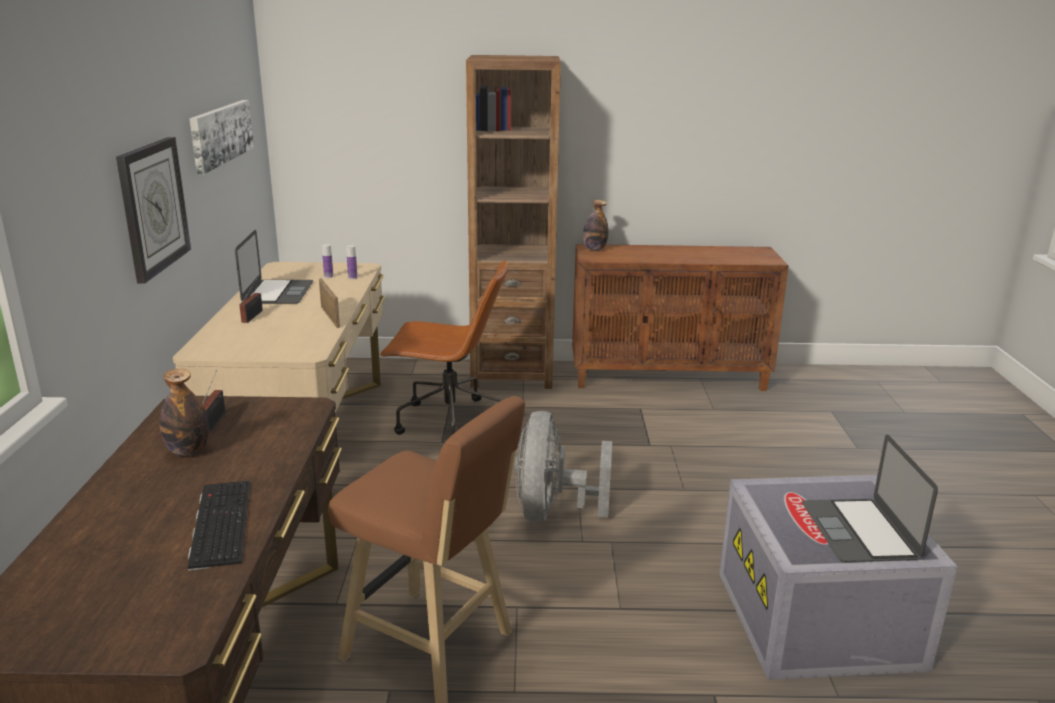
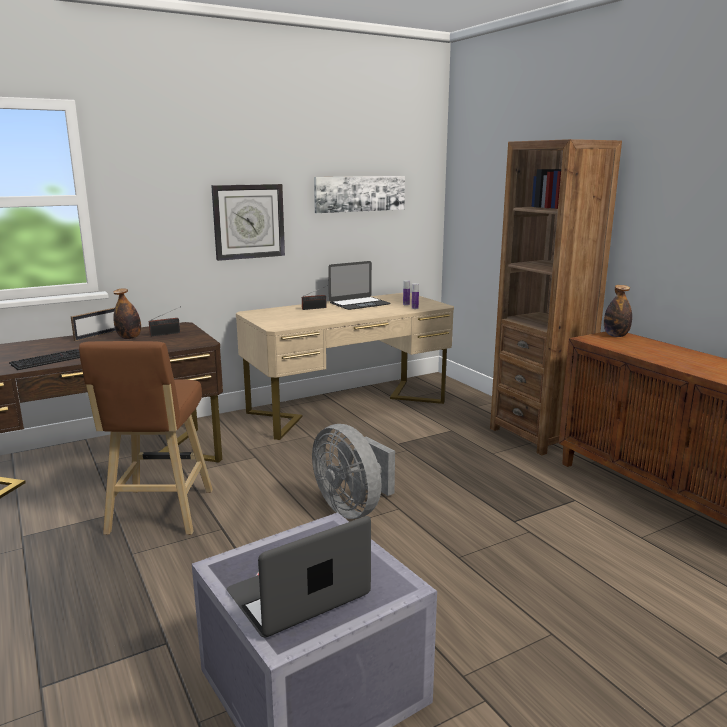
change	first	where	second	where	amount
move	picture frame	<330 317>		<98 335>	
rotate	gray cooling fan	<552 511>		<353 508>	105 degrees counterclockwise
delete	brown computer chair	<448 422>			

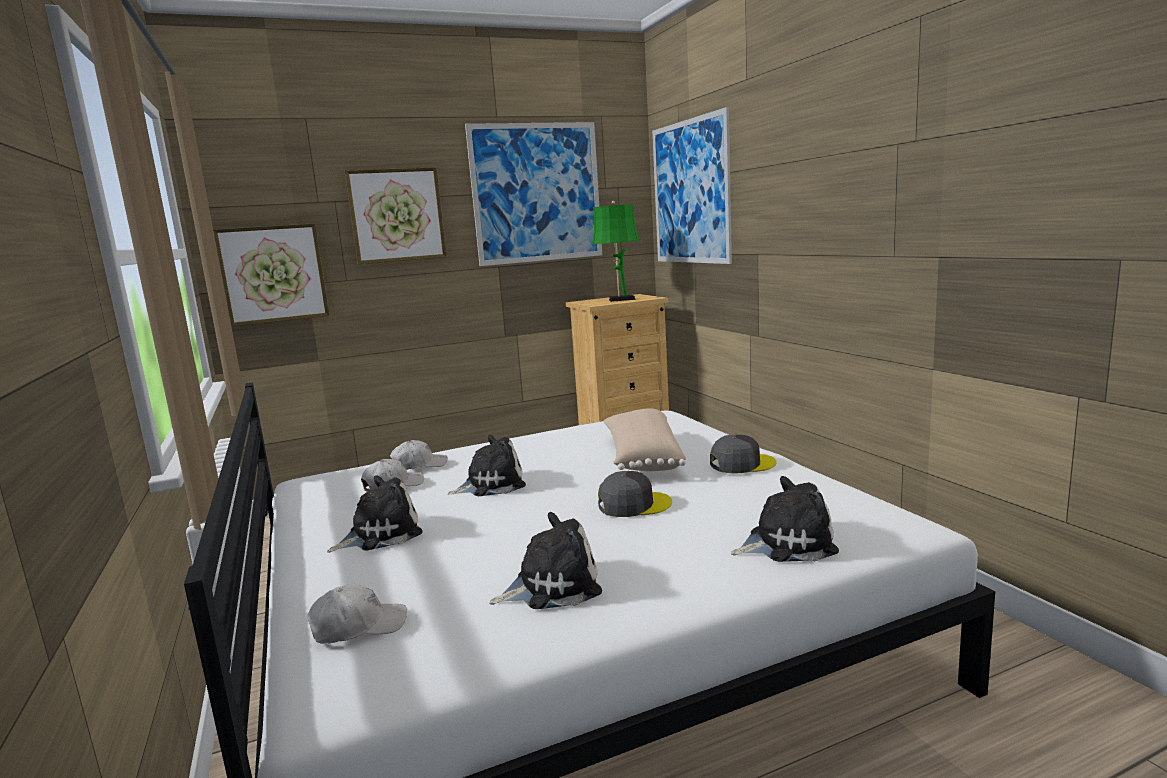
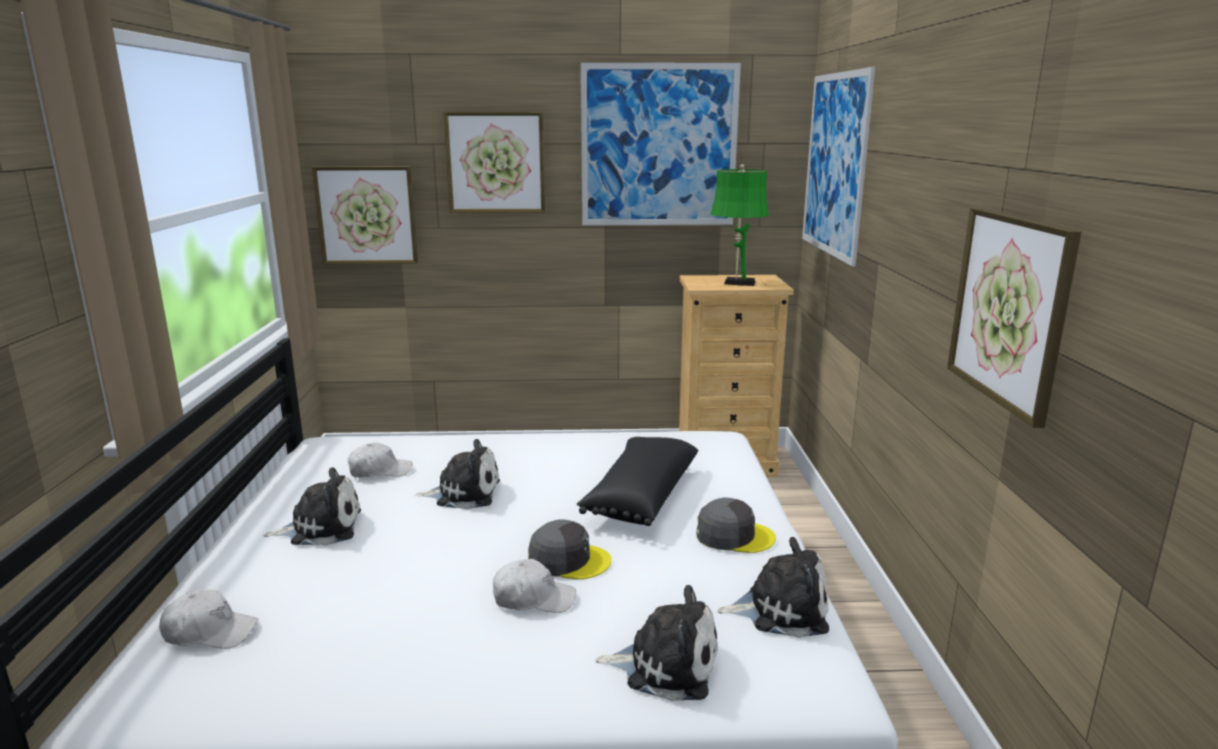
change	first	where	second	where	amount
move	whitish peaked cap	<419 465>		<533 598>	
recolor	sand-coloured pillow	<641 458>	blackish pillow	<640 496>	
move	cuddly toy	<552 586>		<780 610>	
insert			wall picture	<1010 309>	

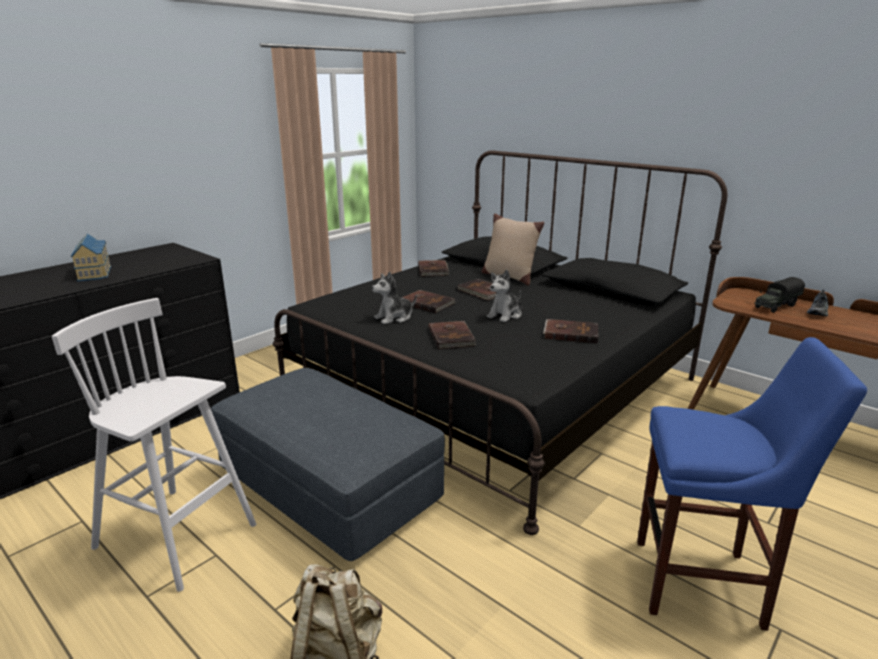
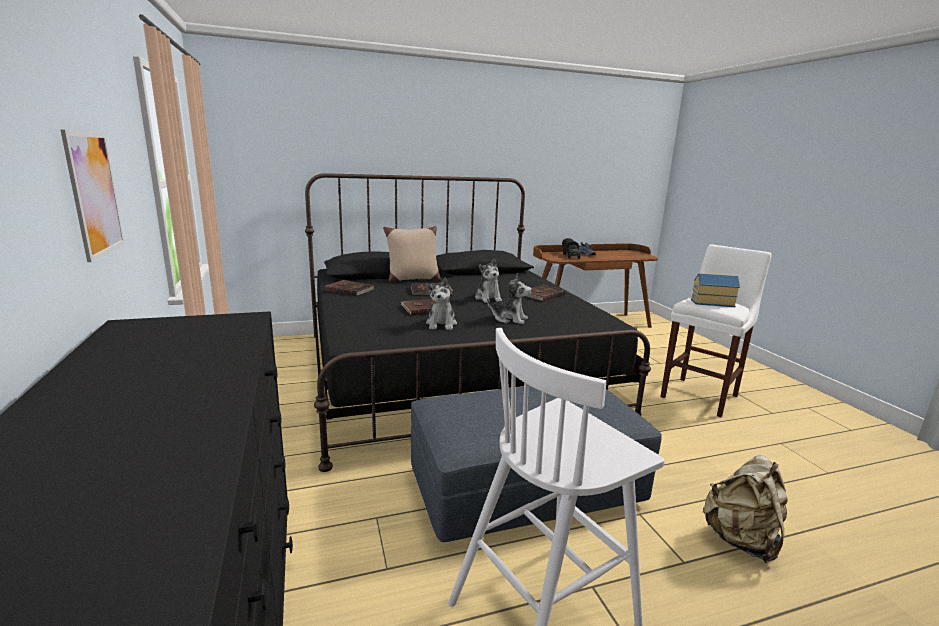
change	first	where	second	where	amount
insert			wall picture	<94 194>	
replace	brown volume	<452 337>	cuddly toy	<509 319>	
recolor	blue sitting stool	<705 584>	whitish sitting stool	<701 395>	
move	miniature house	<96 273>		<711 302>	

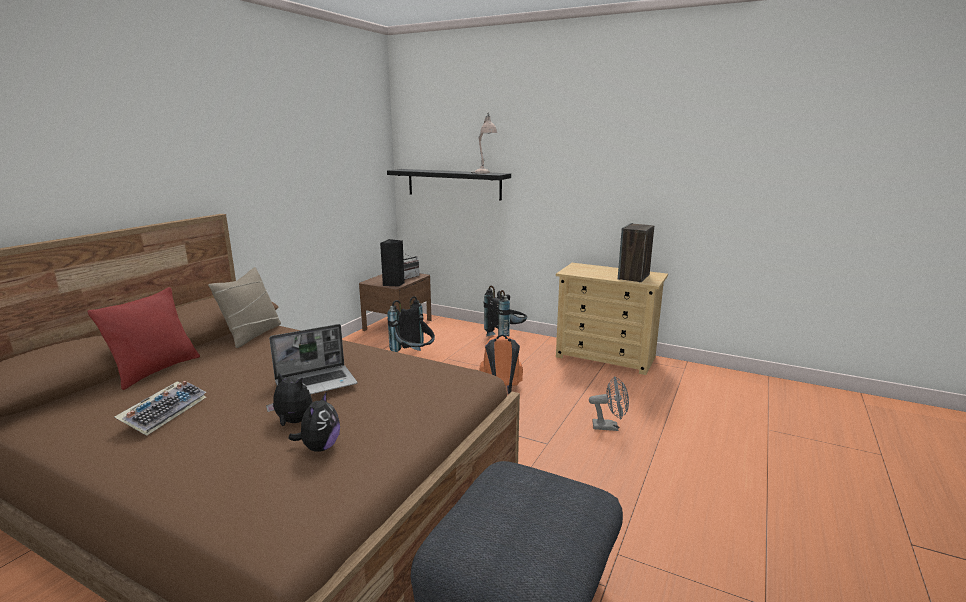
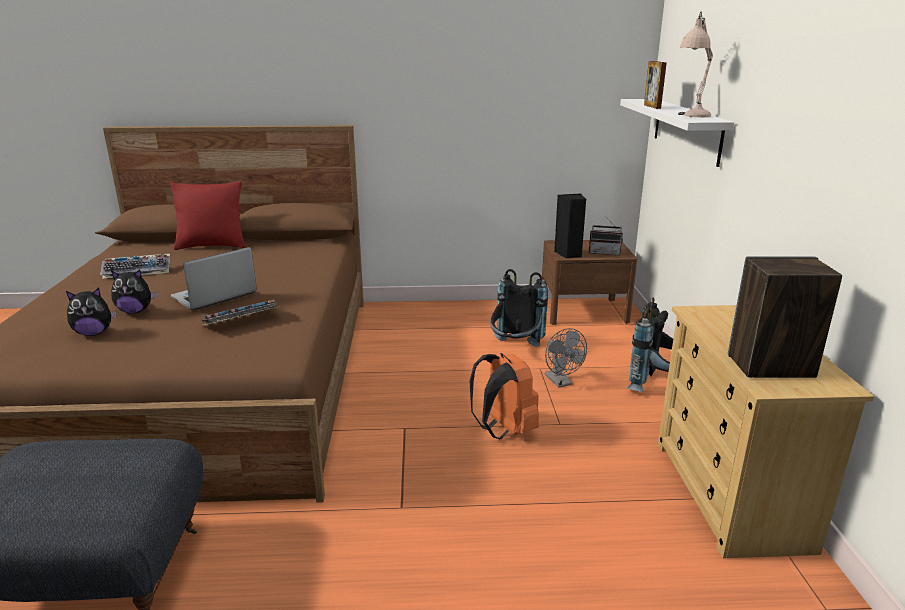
change	first	where	second	where	amount
rotate	cuddly toy	<293 422>		<135 311>	90 degrees clockwise
rotate	notebook computer	<317 383>		<214 296>	105 degrees clockwise
insert			PC keyboard	<242 322>	
move	gray cooling fan	<609 427>		<561 382>	
recolor	blackish shelf	<453 184>	whitish shelf	<686 130>	
insert			picture frame	<652 106>	
delete	sand-coloured pillow	<252 334>			

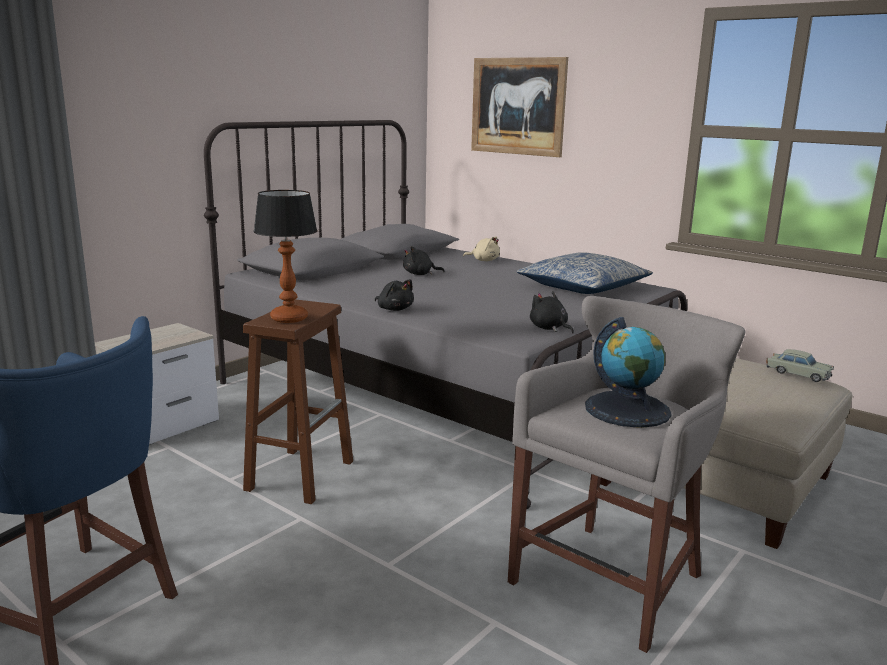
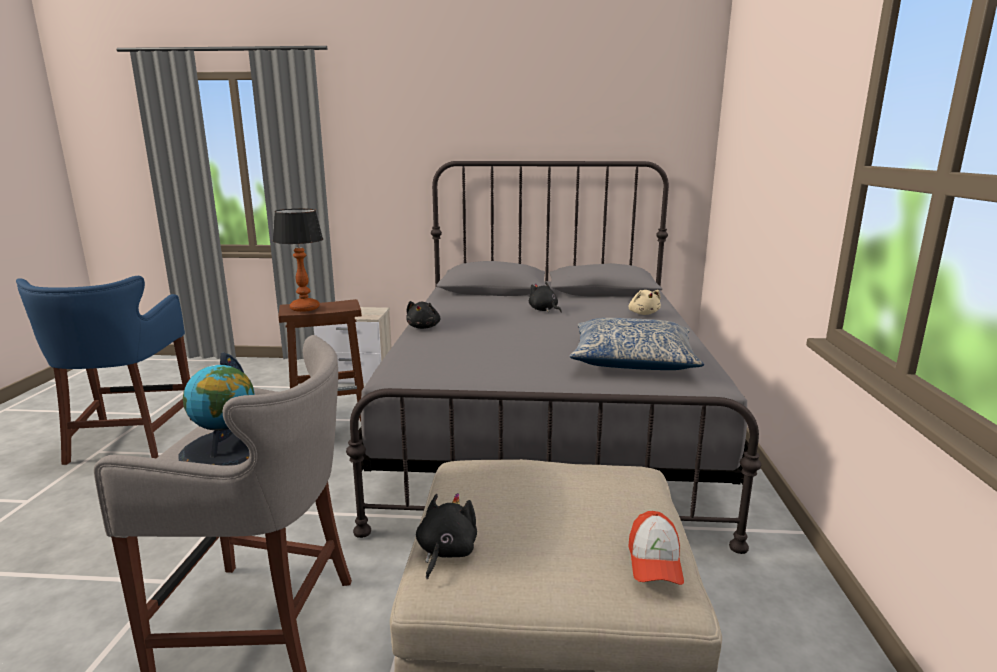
change	first	where	second	where	amount
move	blackish cuddly toy	<549 328>		<445 552>	
replace	sand-coloured miniature car	<798 374>	peaked cap	<654 561>	
delete	wall picture	<518 106>			

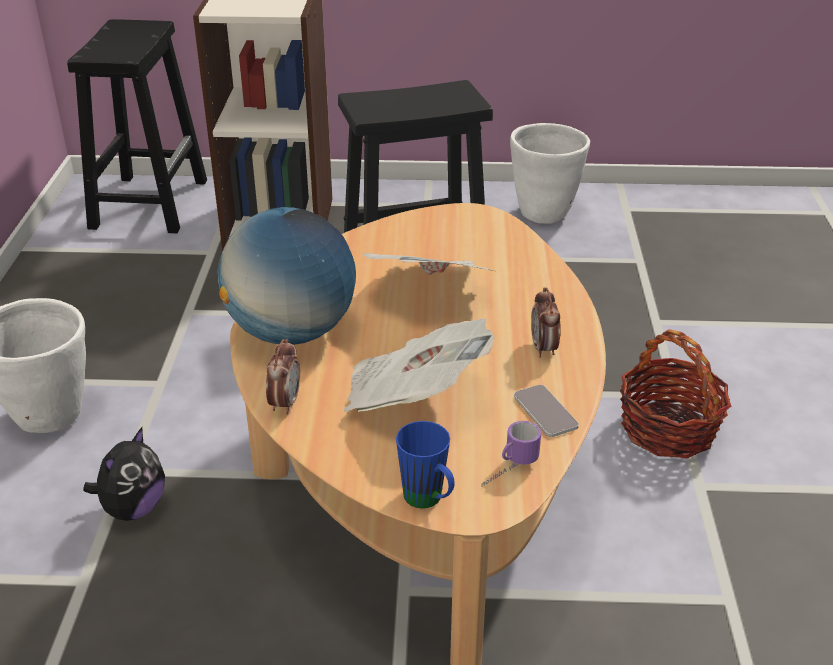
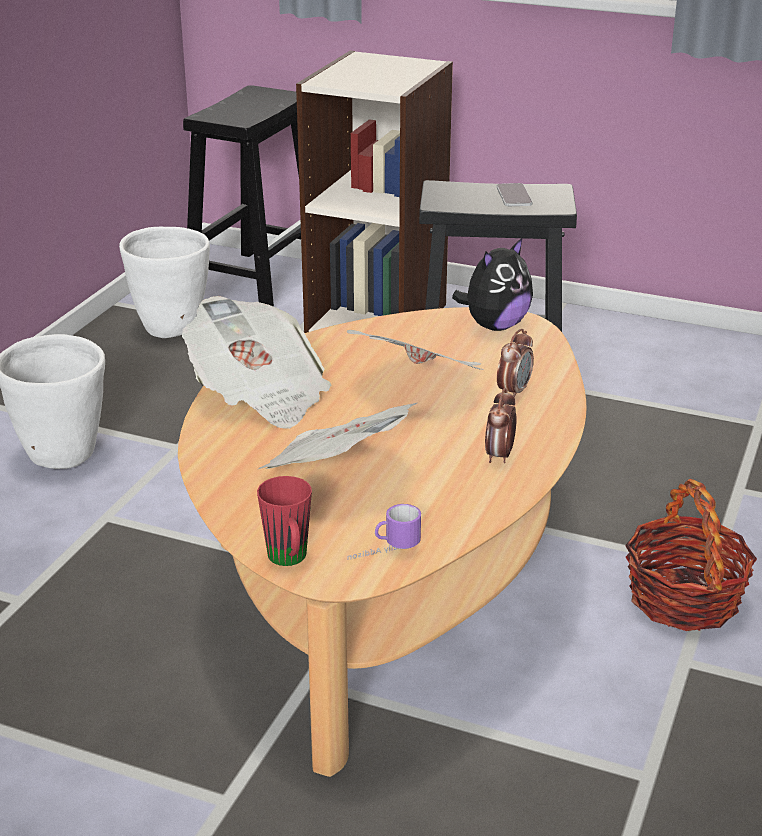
change	first	where	second	where	amount
move	whitish planter	<544 213>		<172 328>	
replace	desk globe	<291 332>	daily paper	<259 395>	
recolor	blue coffee mug	<429 501>	reddish coffee mug	<289 561>	
move	cuddly toy	<133 508>		<495 326>	
move	phone	<545 412>		<514 196>	
move	alarm clock	<285 403>		<513 391>	

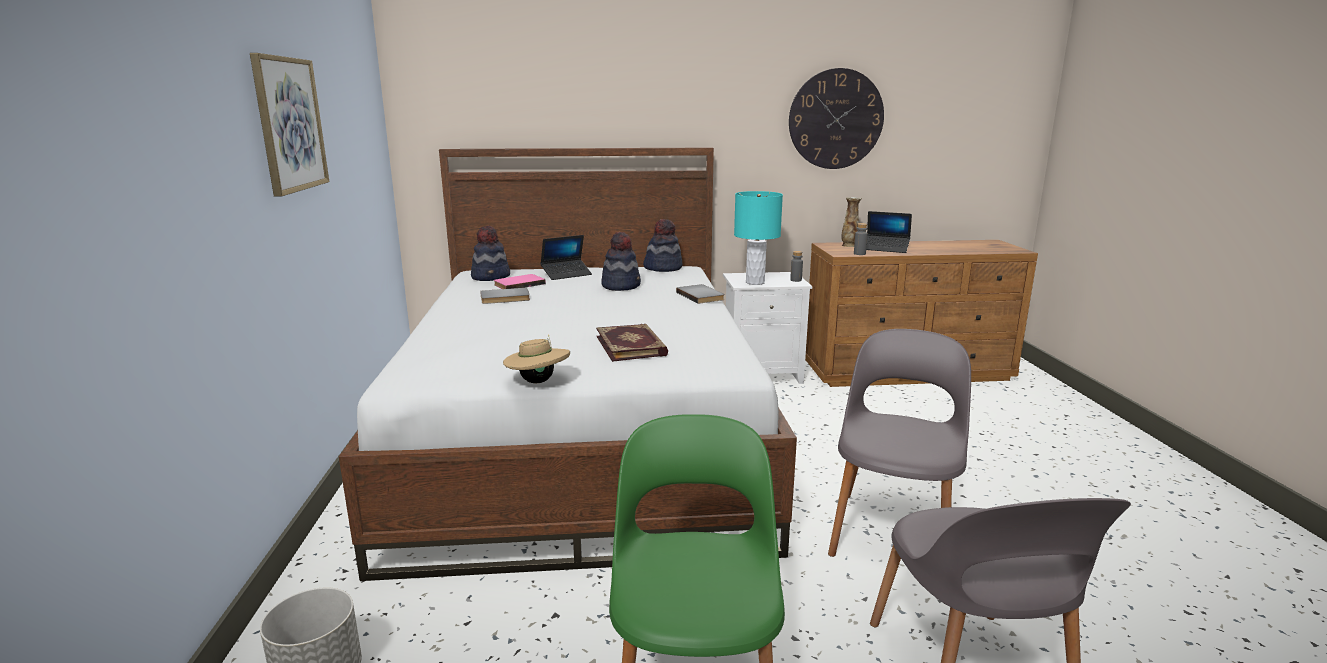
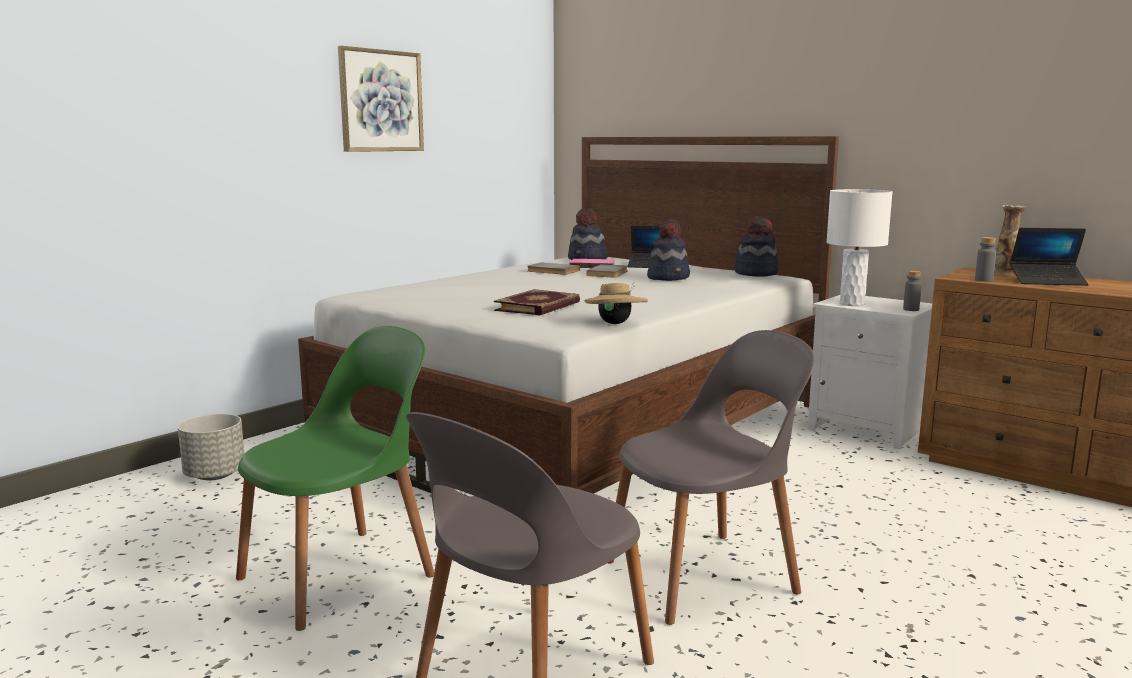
change	first	where	second	where	amount
move	sand-coloured wearable hat	<538 381>		<615 323>	
move	gray volume	<701 296>		<609 273>	
recolor	turquoise table lamp	<755 282>	whitish table lamp	<851 304>	
rotate	notebook computer	<885 249>		<1047 281>	60 degrees counterclockwise
delete	wall clock	<836 119>			

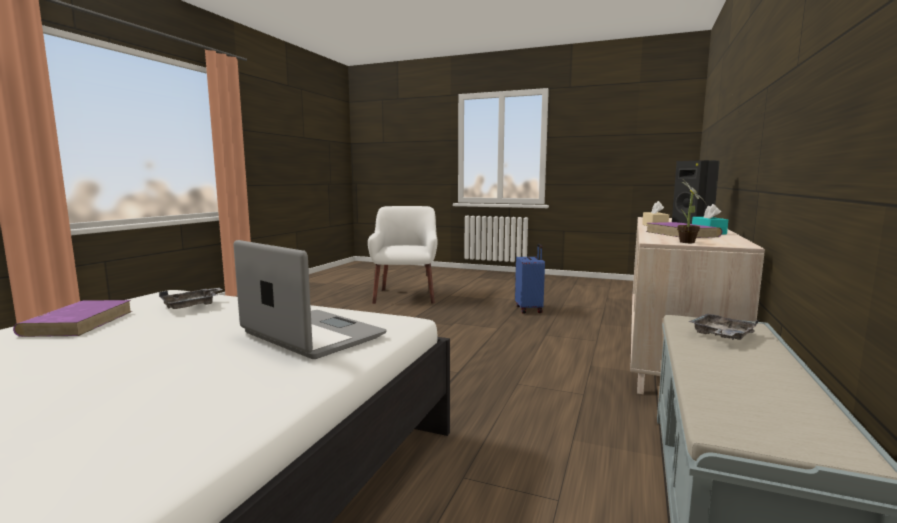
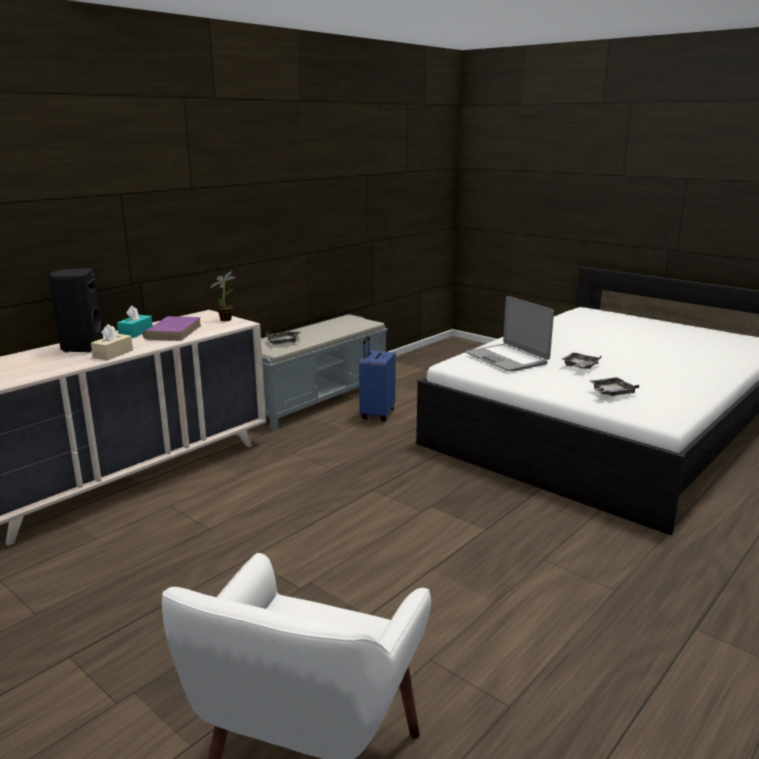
change	first	where	second	where	amount
move	blue travel case	<529 309>		<376 414>	
insert			gray serving tray	<580 366>	
delete	purple volume	<79 322>			

